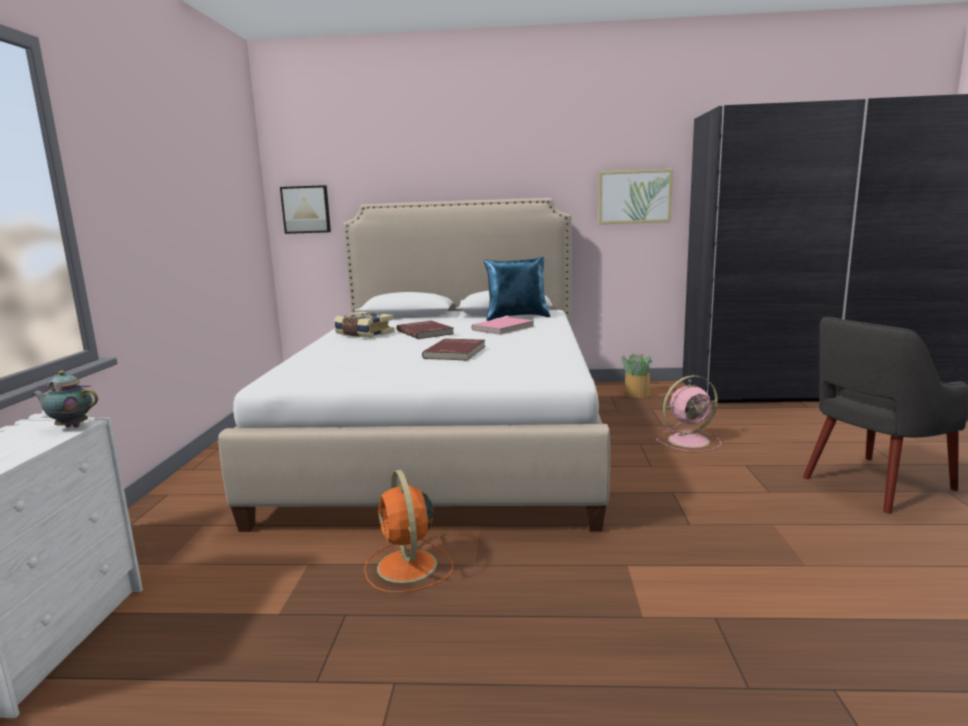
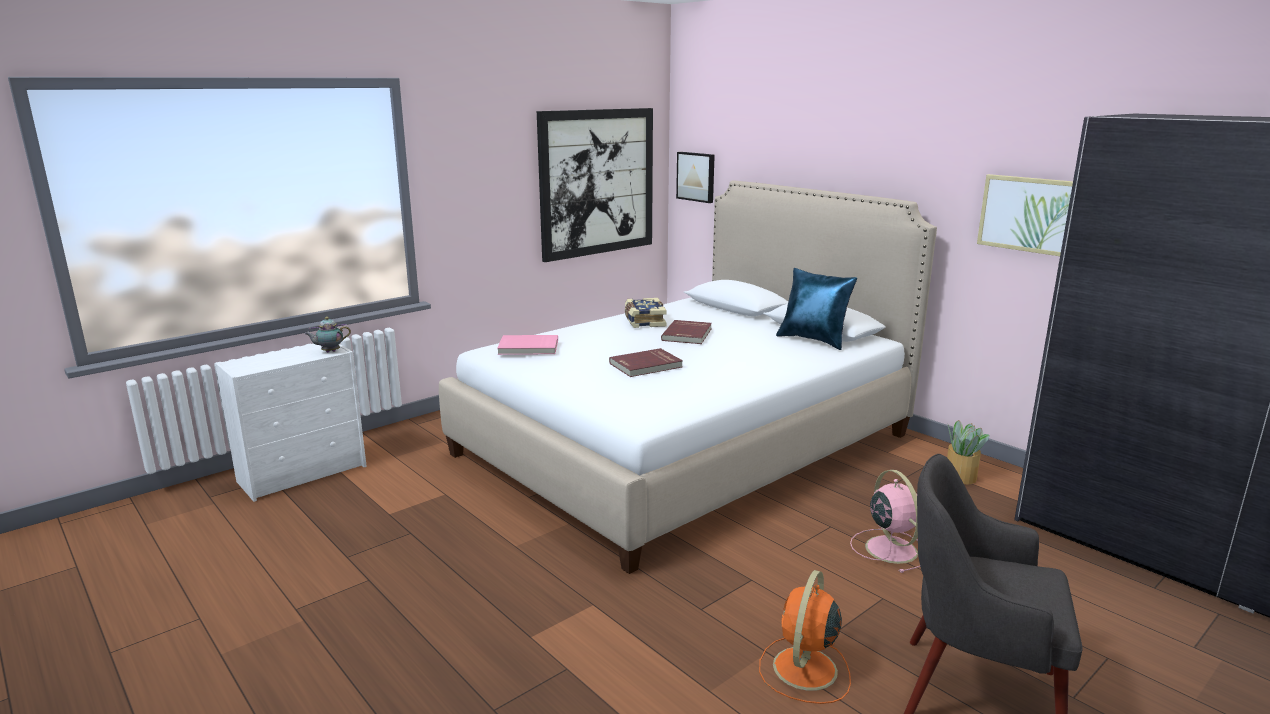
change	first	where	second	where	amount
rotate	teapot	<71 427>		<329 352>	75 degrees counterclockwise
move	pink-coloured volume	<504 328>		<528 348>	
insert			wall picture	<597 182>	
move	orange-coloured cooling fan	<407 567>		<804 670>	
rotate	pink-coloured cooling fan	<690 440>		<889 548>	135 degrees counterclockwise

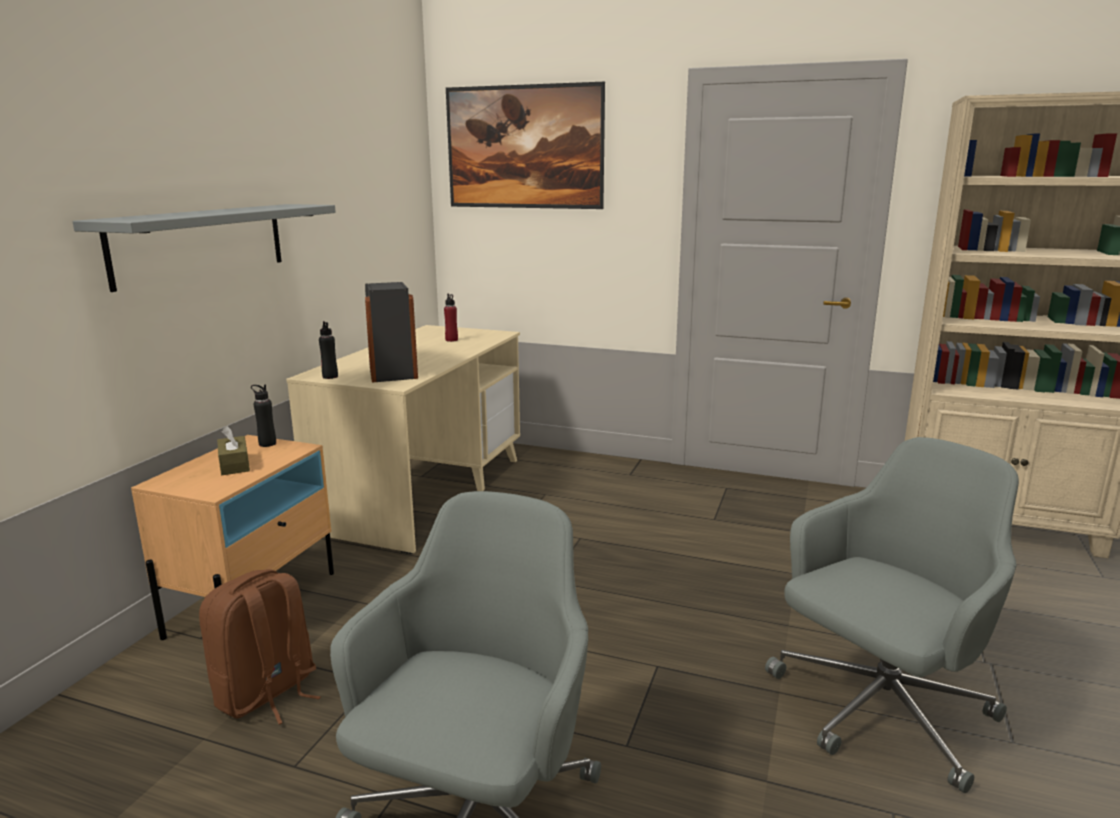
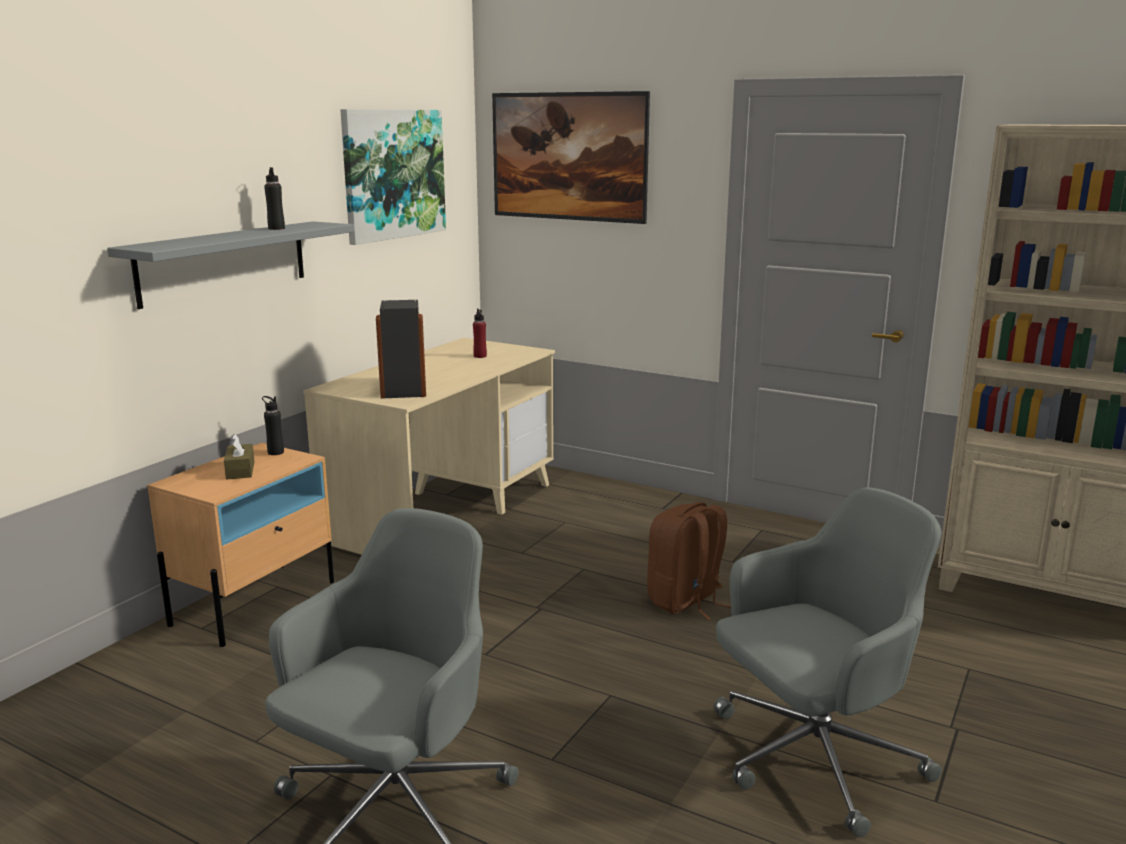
change	first	where	second	where	amount
move	blackish bottle	<330 376>		<276 229>	
insert			wall picture	<393 174>	
move	brown rucksack	<267 694>		<686 601>	

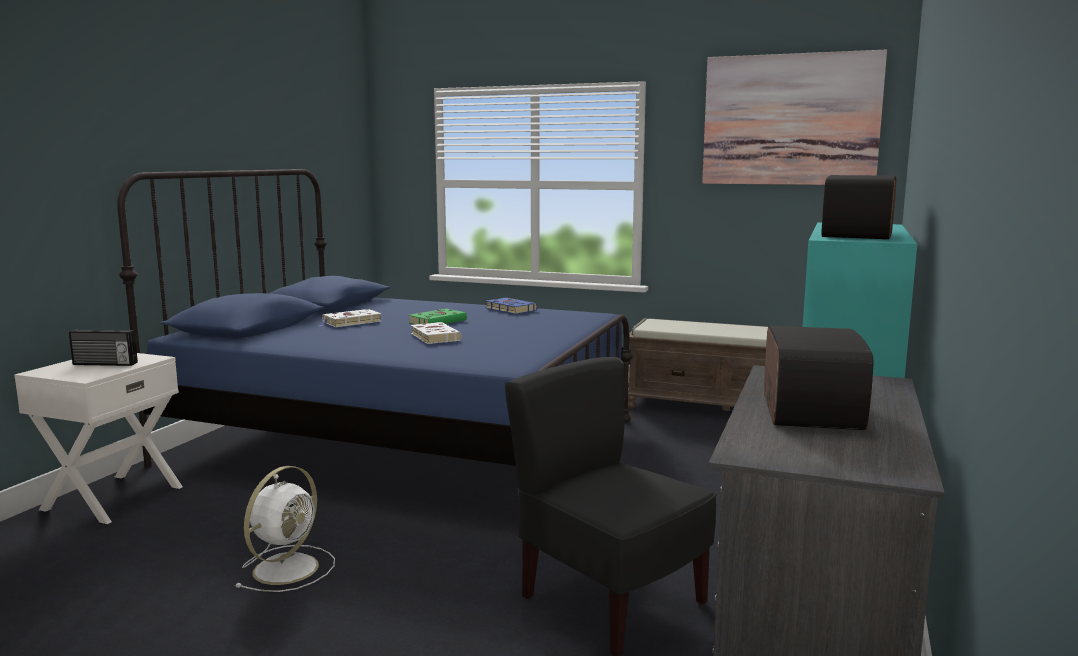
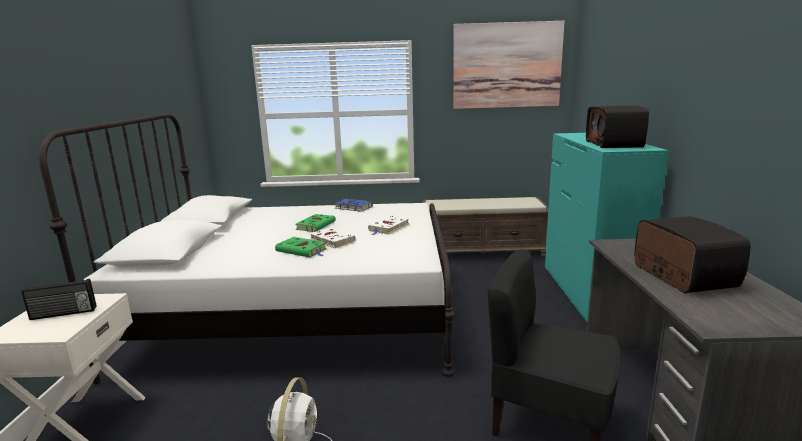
change	first	where	second	where	amount
recolor	blue bedroom bed	<405 441>	whitish bedroom bed	<298 315>	
insert			green volume	<302 250>	
move	whitish volume	<350 322>		<388 228>	

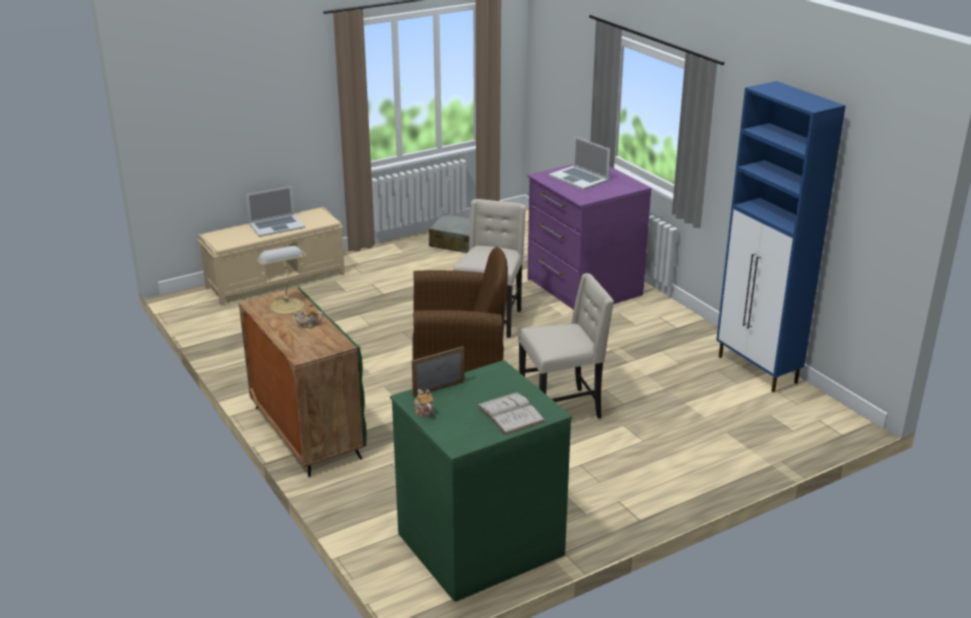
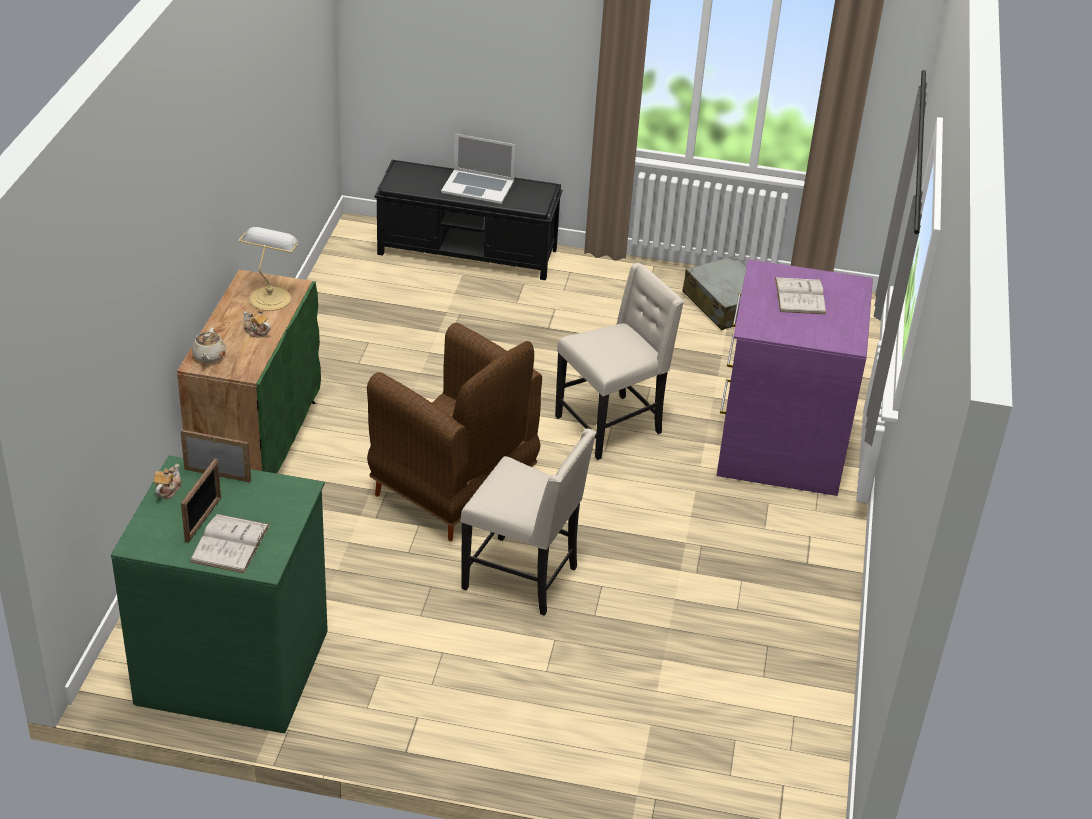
change	first	where	second	where	amount
insert			picture frame	<203 519>	
insert			sand-coloured teapot	<209 356>	
recolor	sand-coloured indoor bench	<277 280>	blackish indoor bench	<469 252>	
replace	notebook computer	<579 178>	whitish volume	<800 296>	
delete	blue storage cabinet	<758 370>			

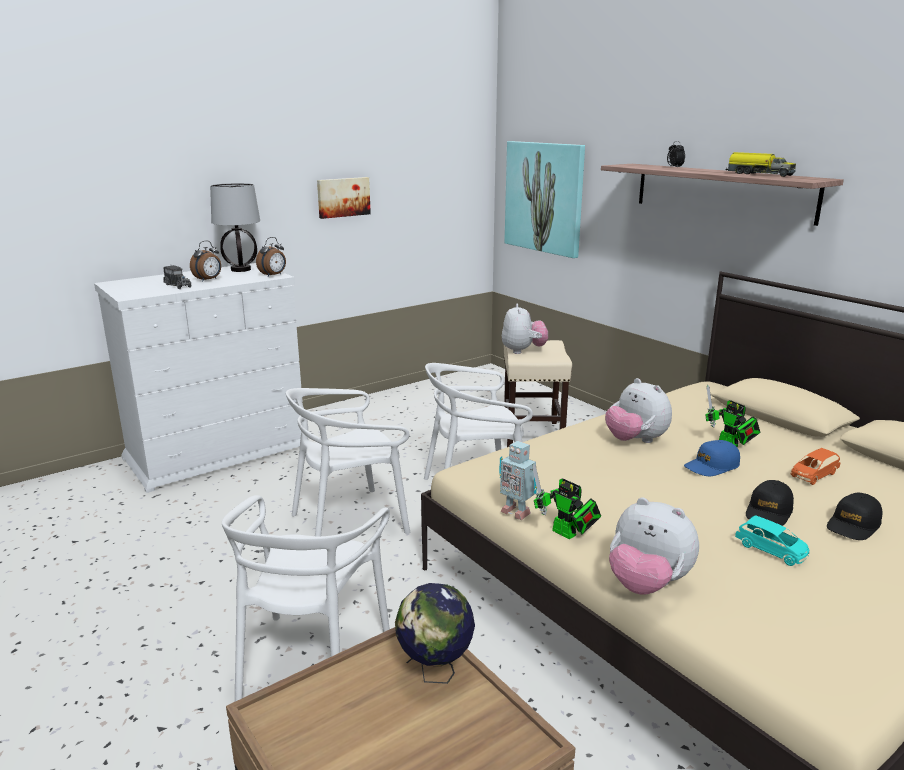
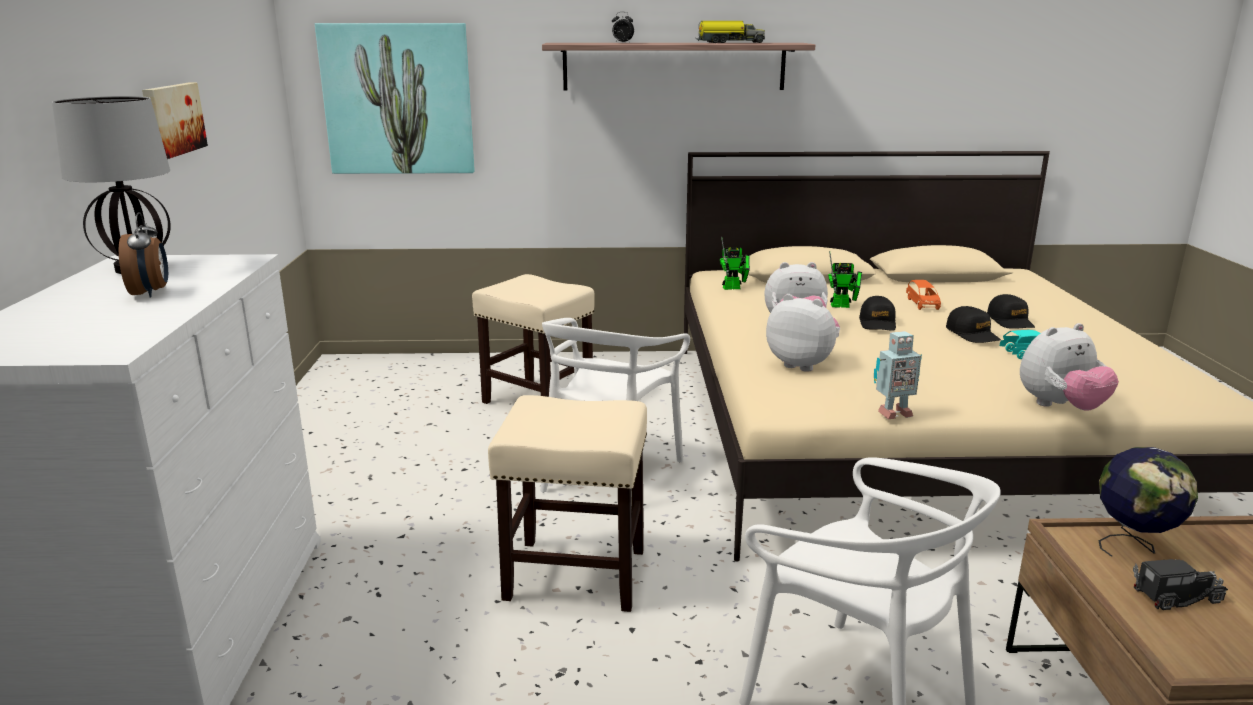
change	first	where	second	where	amount
replace	whitish chair	<350 521>	sand-coloured sitting stool	<573 574>	
move	model robot	<567 534>		<734 288>	
move	cuddly toy	<523 351>		<802 364>	
recolor	blue peaked cap	<712 466>	blackish peaked cap	<877 323>	
move	toy truck	<177 285>		<1174 598>	
delete	alarm clock	<273 275>			

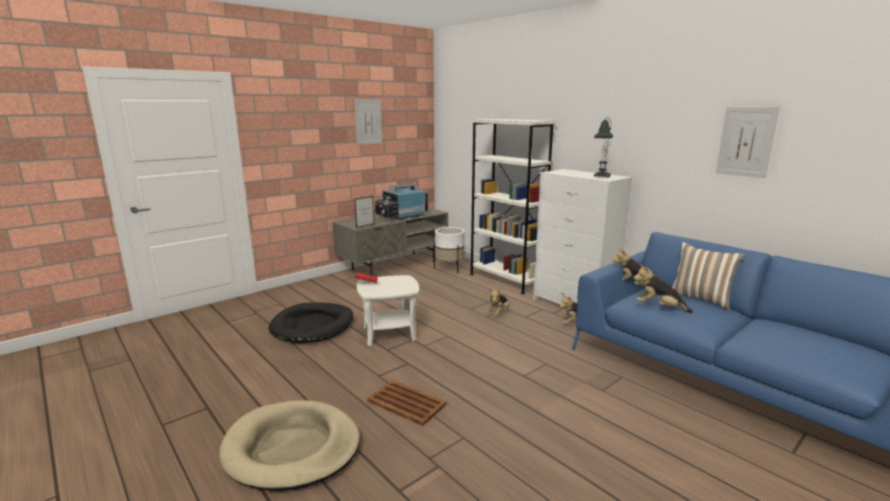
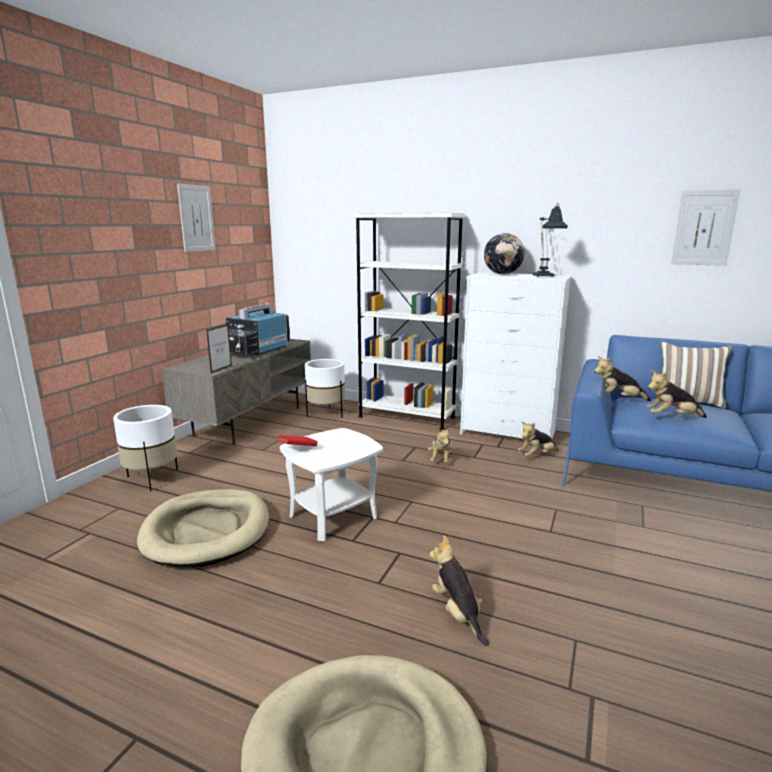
change	first	where	second	where	amount
insert			whitish planter	<152 478>	
recolor	blackish dog bed	<313 326>	sand-coloured dog bed	<207 531>	
replace	brown serving tray	<407 403>	cuddly toy	<457 613>	
insert			desk globe	<502 274>	

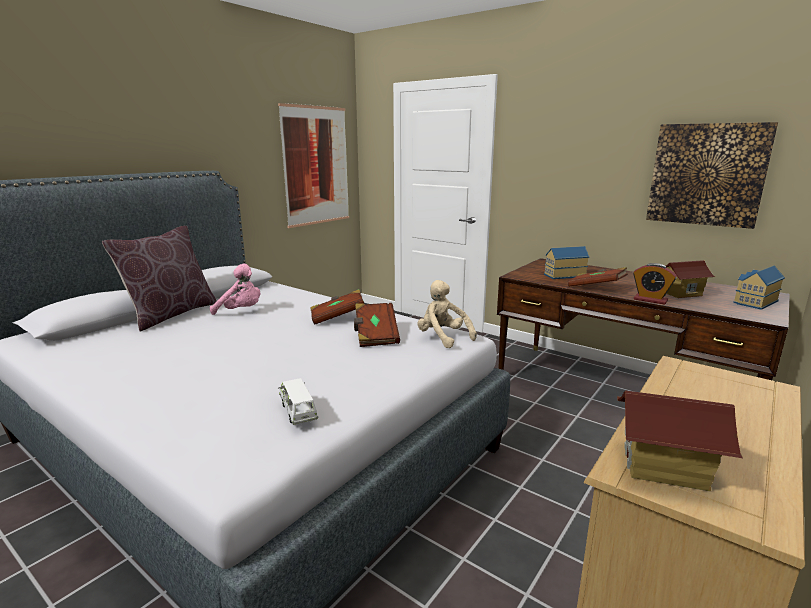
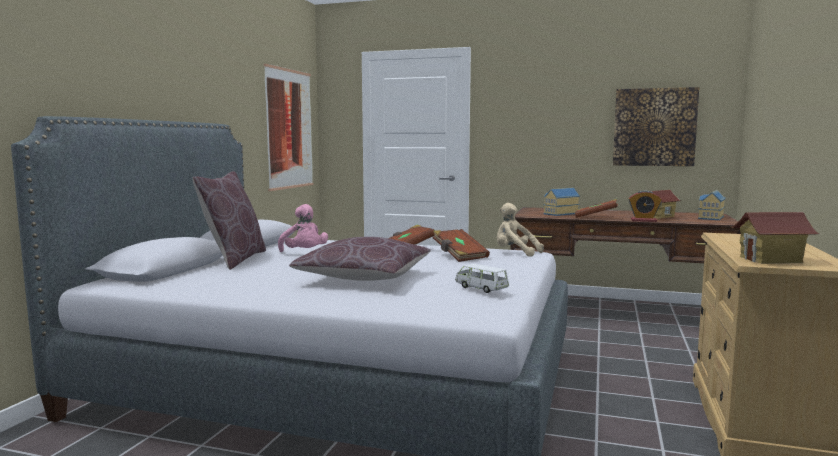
change	first	where	second	where	amount
rotate	pink-coloured cuddly toy	<241 311>		<304 253>	60 degrees clockwise
insert			brown pillow	<364 277>	

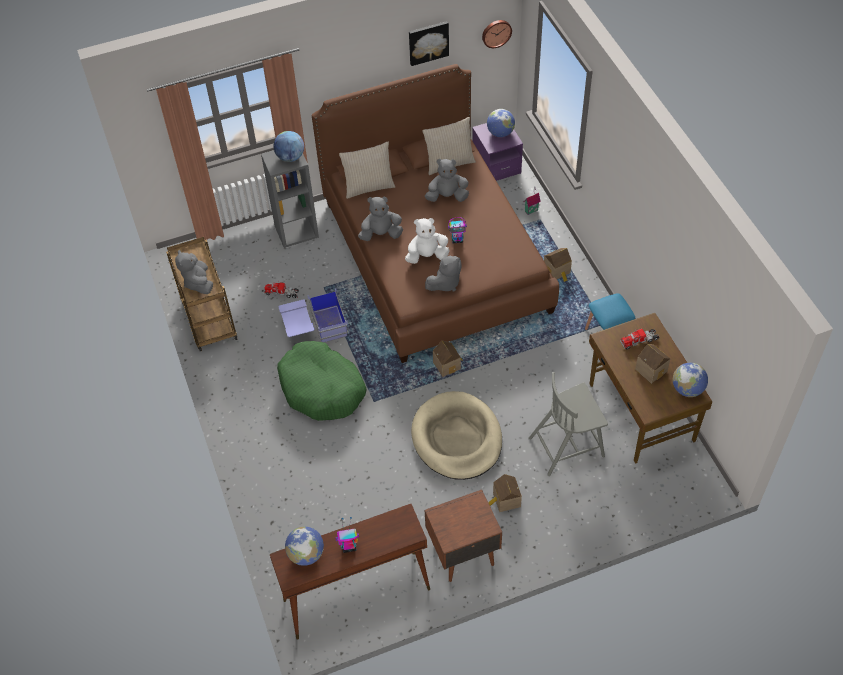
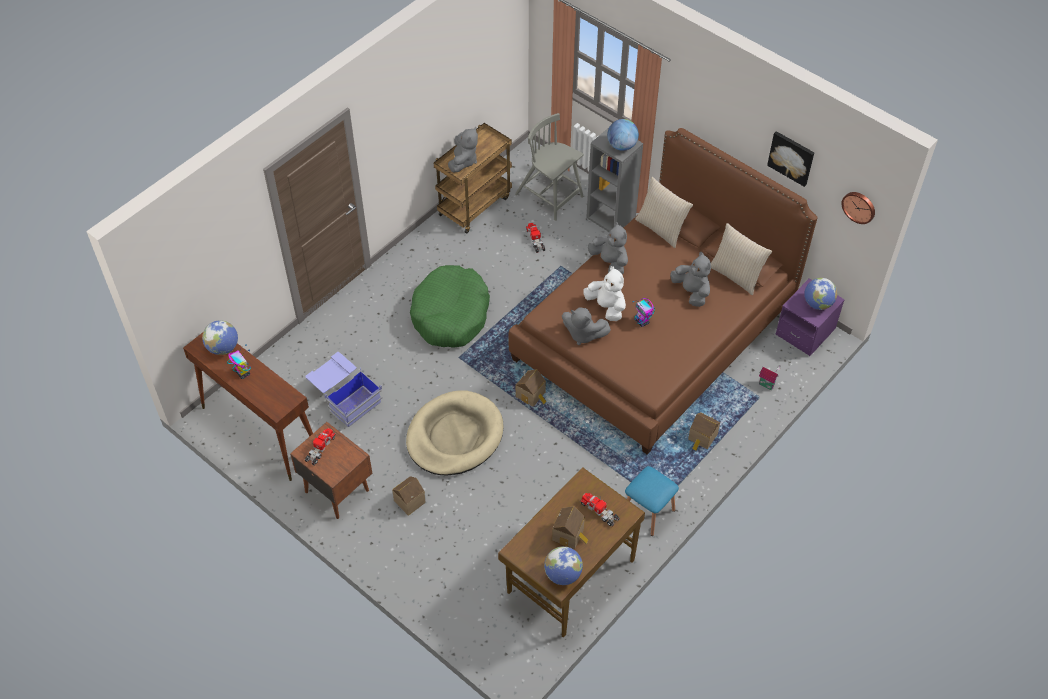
change	first	where	second	where	amount
move	blue storage container	<314 328>		<345 397>	
insert			toy truck	<320 449>	
rotate	gray cuddly toy	<198 283>		<463 161>	150 degrees clockwise
move	gray chair	<567 446>		<550 196>	

